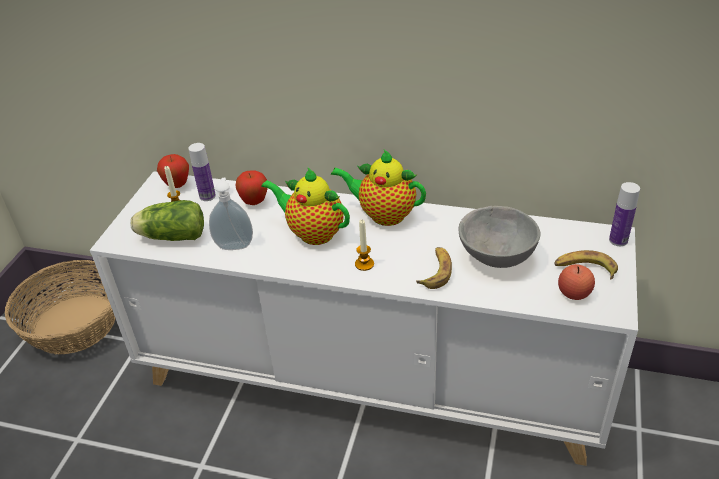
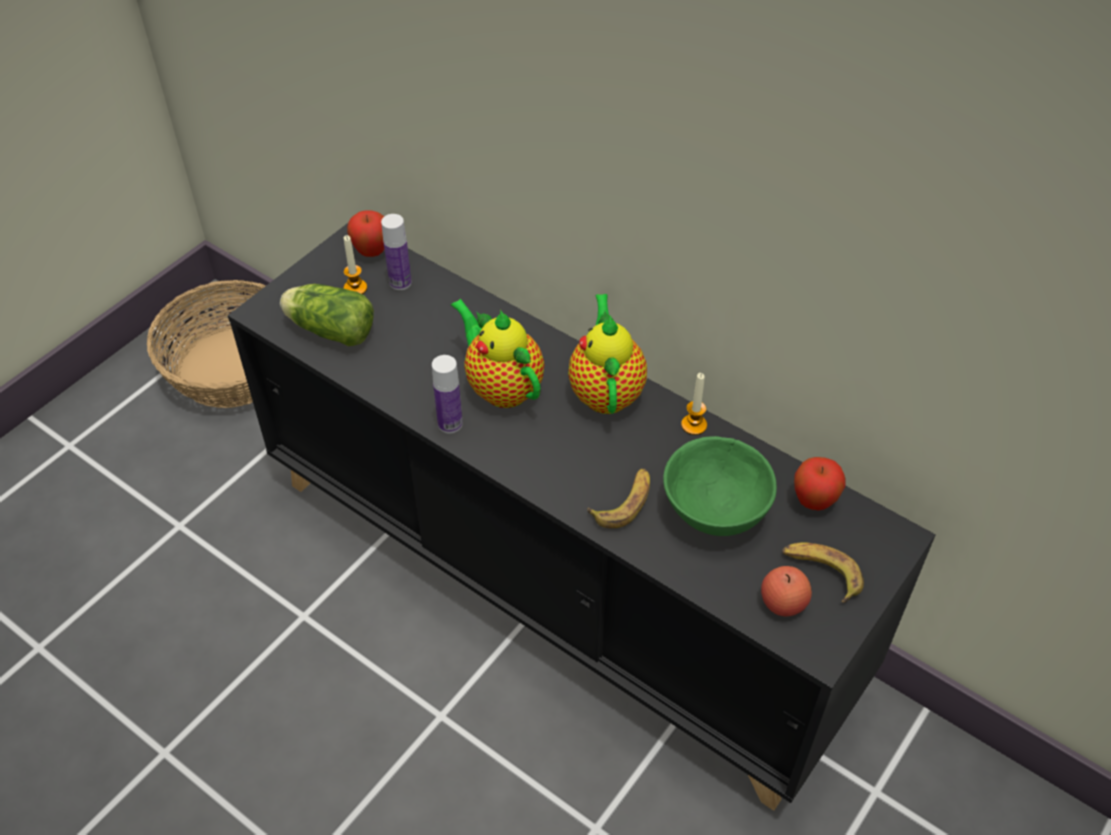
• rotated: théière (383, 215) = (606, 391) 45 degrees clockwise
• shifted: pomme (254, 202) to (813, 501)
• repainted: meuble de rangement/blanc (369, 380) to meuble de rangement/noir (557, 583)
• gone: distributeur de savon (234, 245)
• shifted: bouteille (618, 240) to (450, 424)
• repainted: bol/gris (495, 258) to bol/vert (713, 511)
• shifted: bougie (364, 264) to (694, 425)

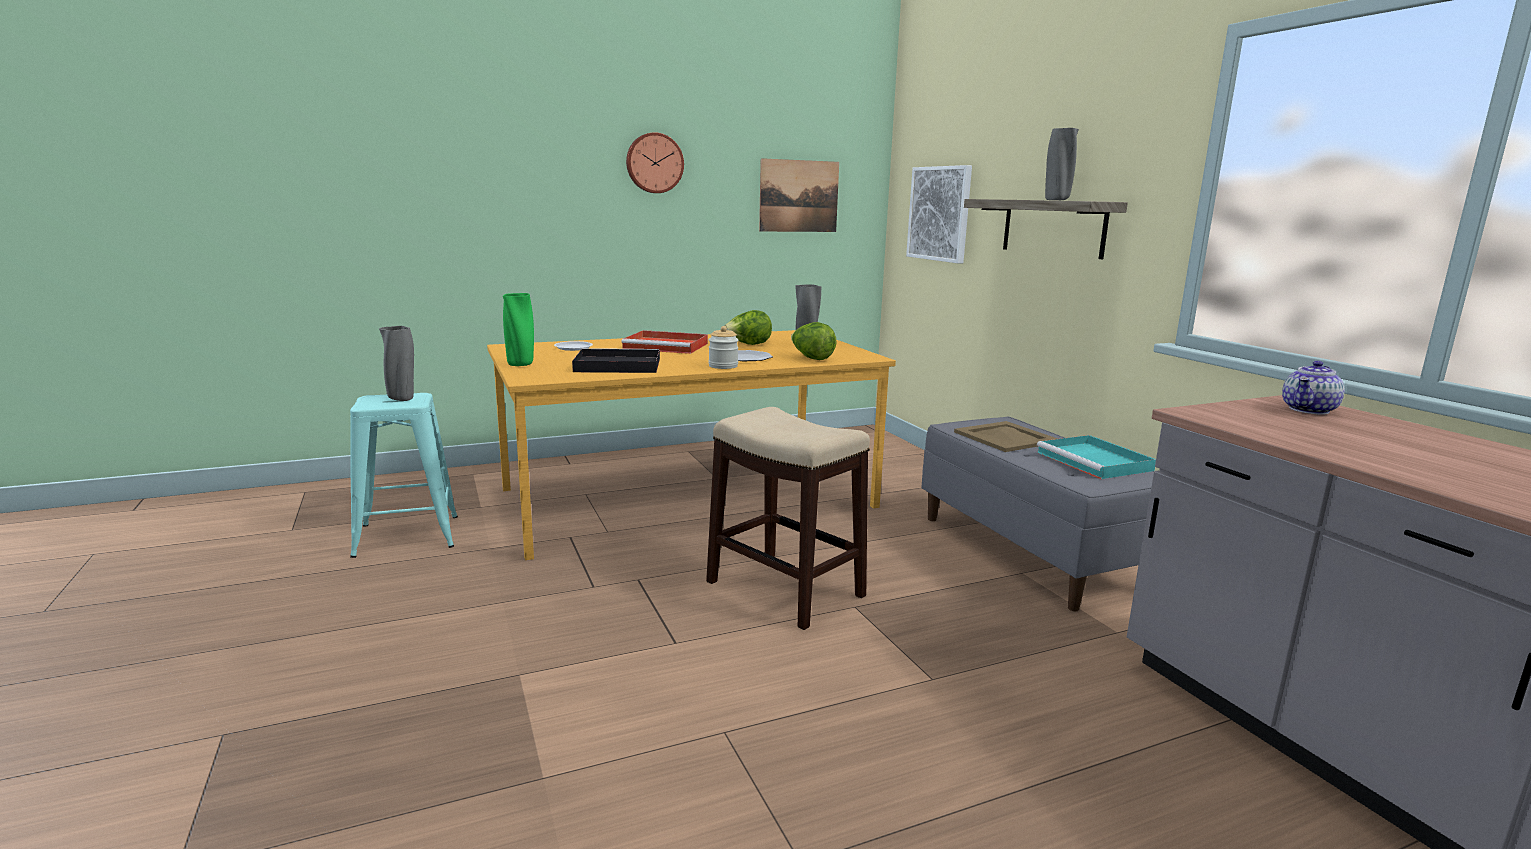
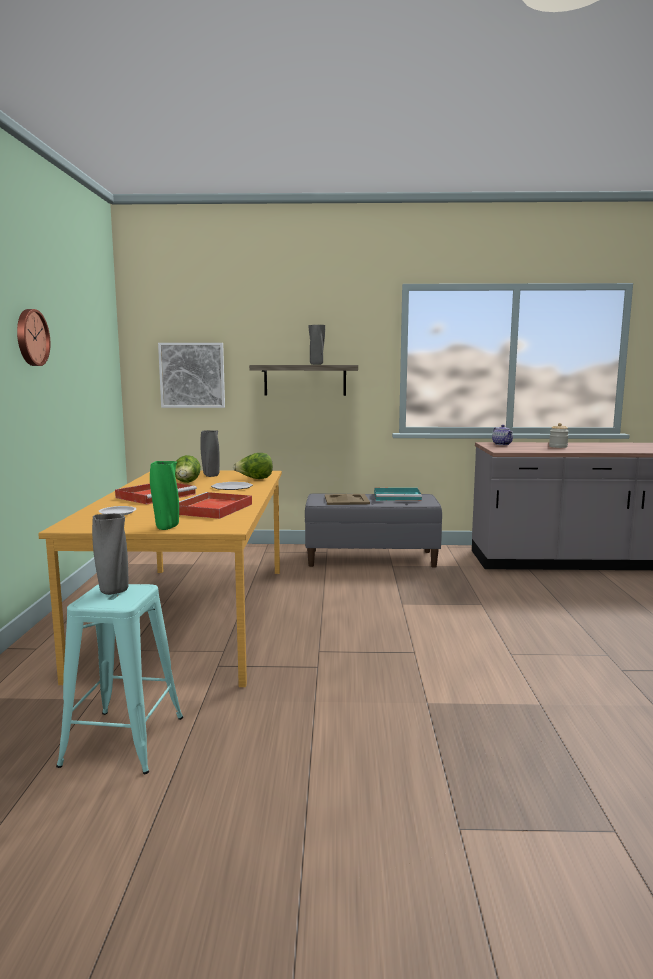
• gone: tableau (799, 196)
• shifted: bocal (723, 366) to (558, 447)
• repainted: plateau/noir (616, 365) to plateau/rouge (212, 509)
• gone: tabouret (786, 589)

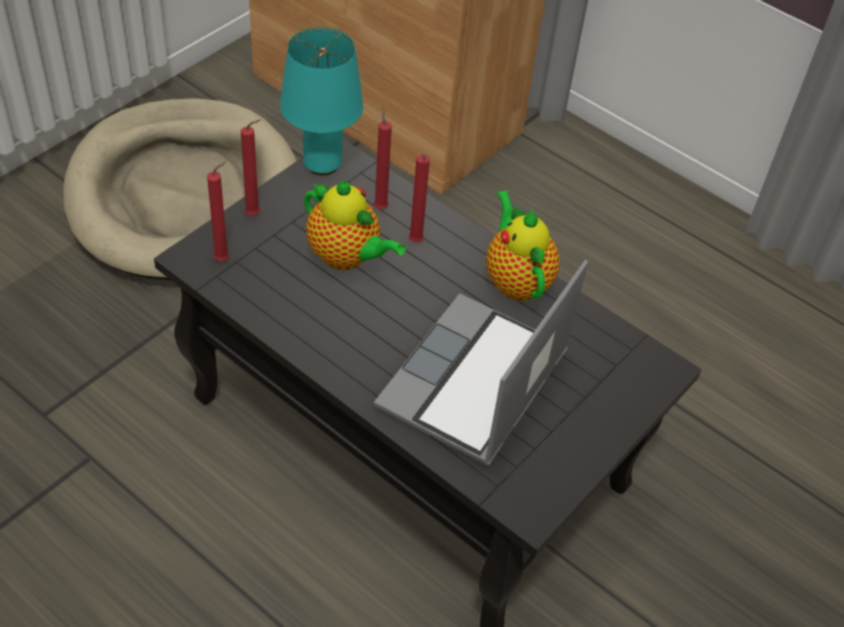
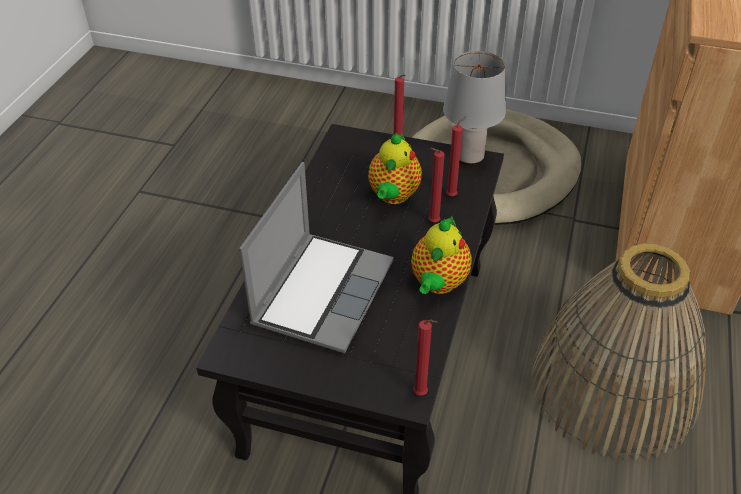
• repainted: lampe de table/turquoise (321, 165) to lampe de table/gris (468, 157)
• shifted: bougie/rouge (224, 259) to (422, 394)
• rotated: théière (516, 280) = (438, 284) 150 degrees clockwise
• rotated: ordinateur portable (474, 384) = (322, 291) 105 degrees clockwise
• new: panier (612, 388)

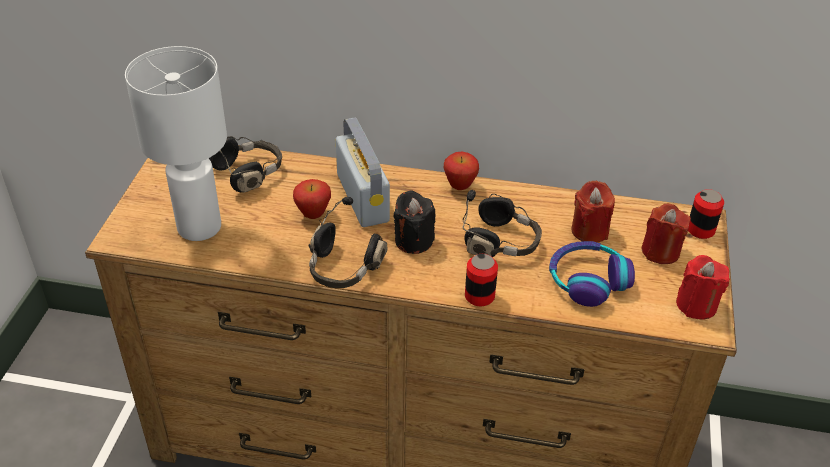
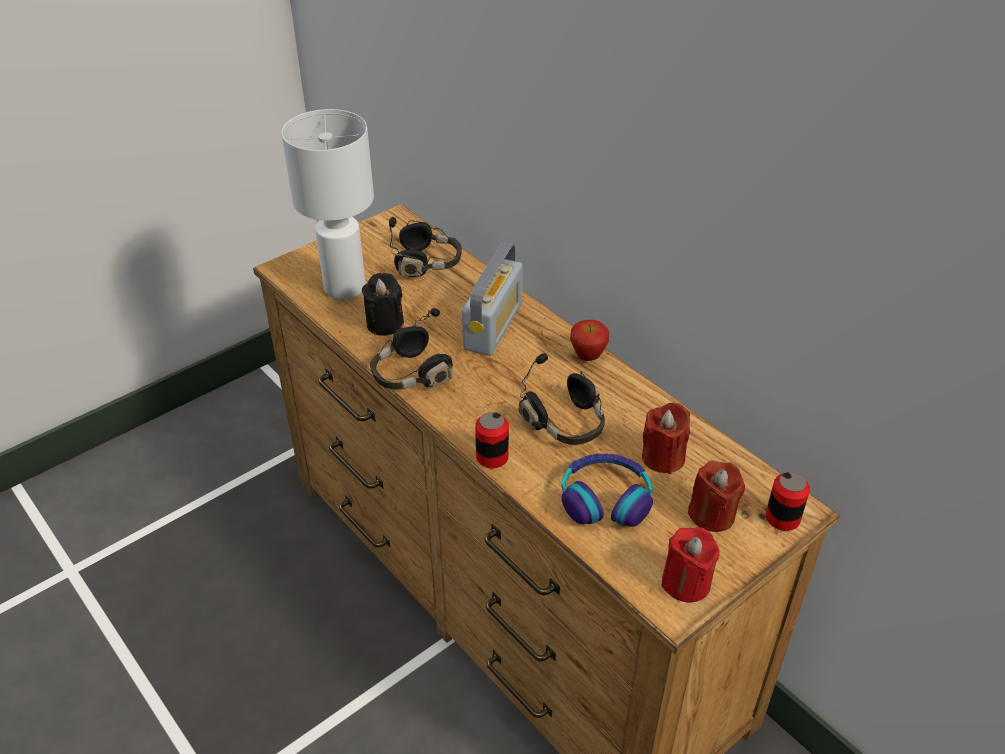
• gone: pomme (313, 215)
• shifted: bougie/noir (413, 241) to (385, 324)

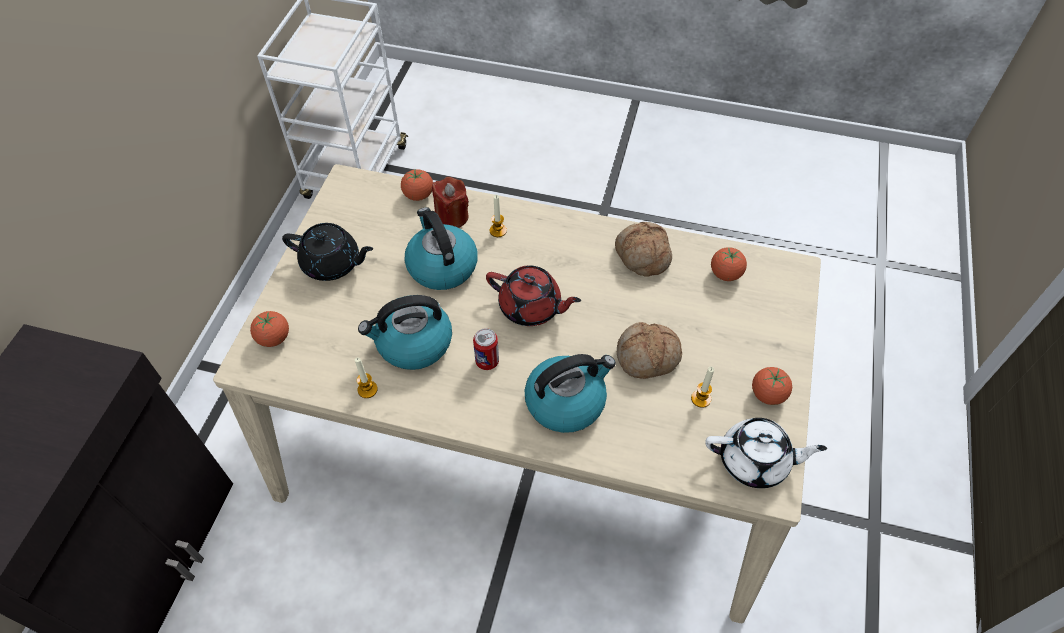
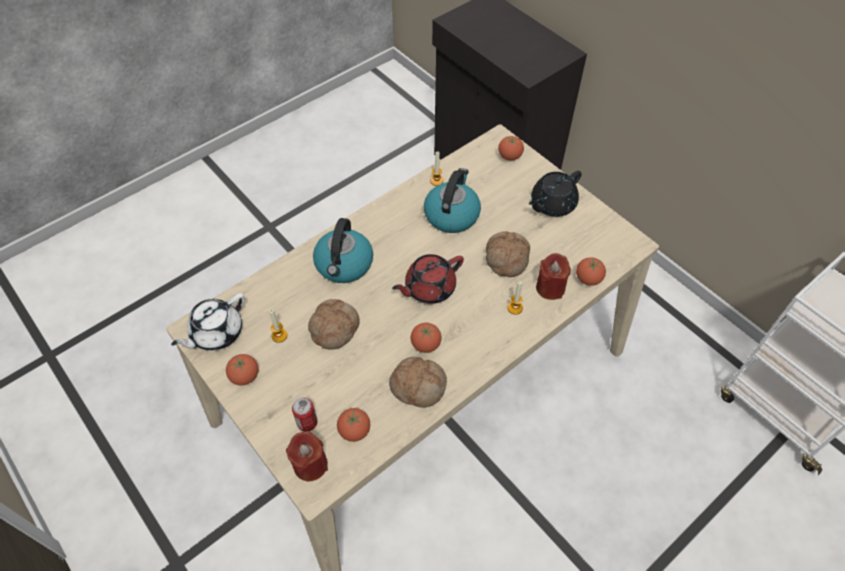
• swapped: bouilloire (441, 266) to pain (505, 258)
• shifted: boîte métallique (487, 361) to (307, 423)
• new: tomate (425, 344)
• new: bougie/rouge (310, 464)

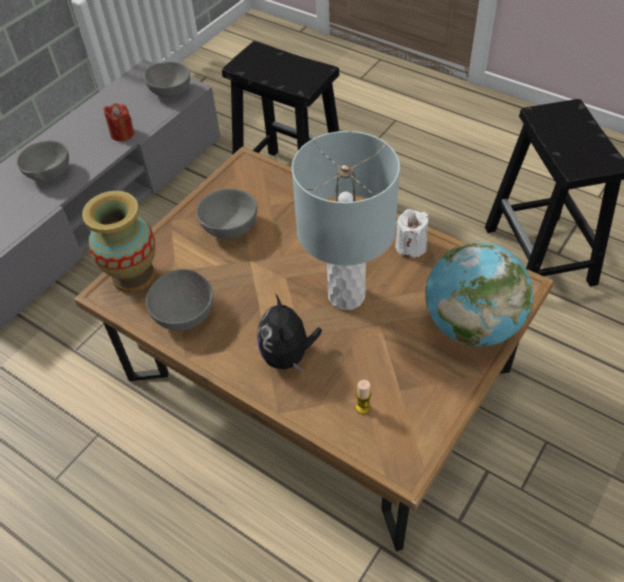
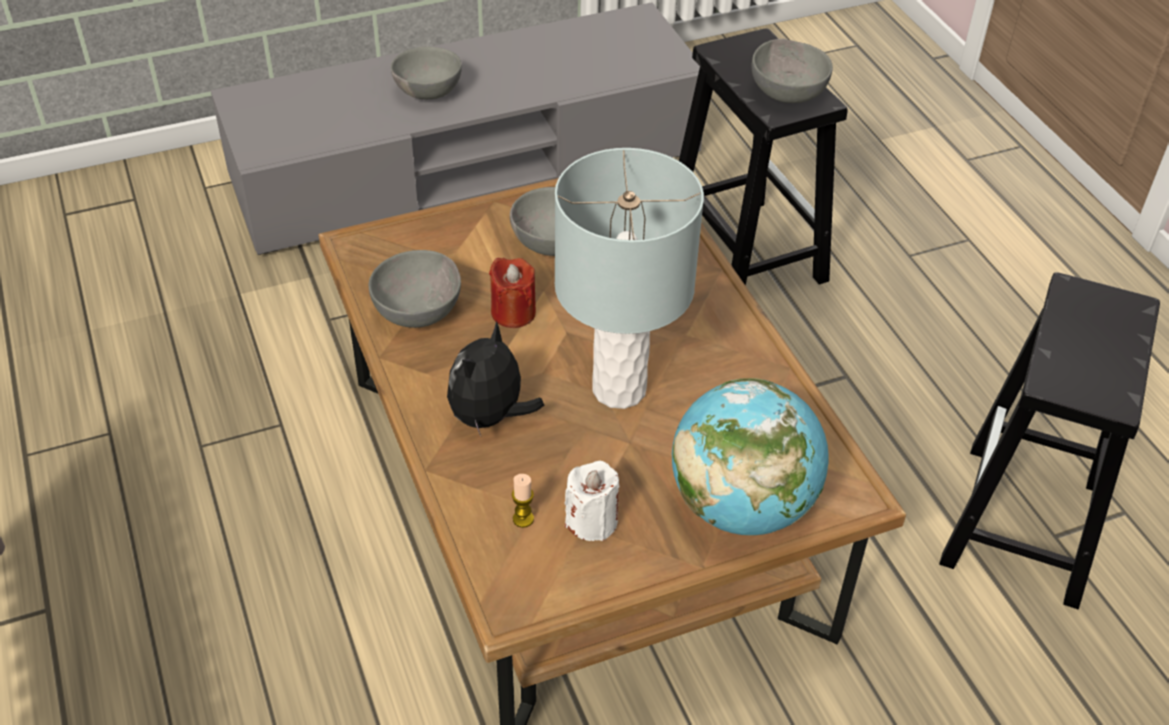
• shifted: bol/gris (170, 91) to (788, 92)
• shifted: bougie/rouge (122, 134) to (513, 312)
• gone: vase (133, 276)
• shifted: bougie/blanc (410, 246) to (592, 521)

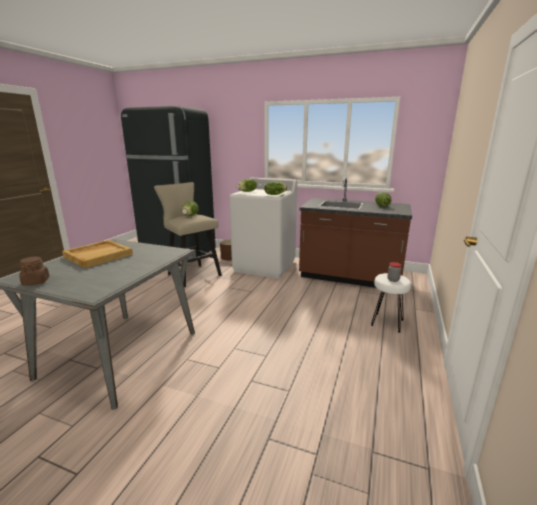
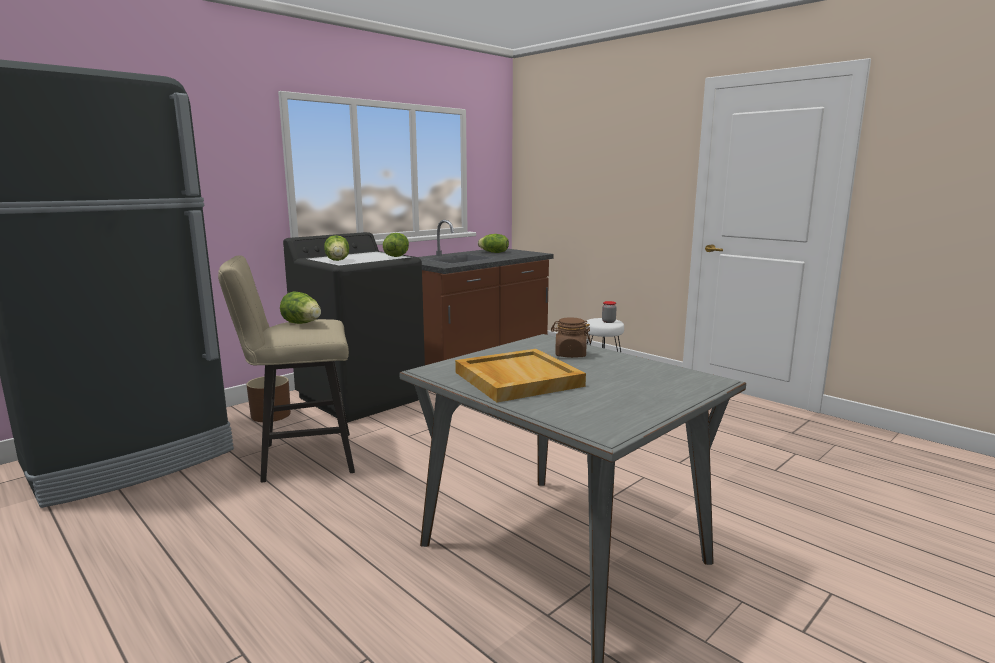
• repainted: lave-linge/blanc (265, 266) to lave-linge/noir (362, 397)
• shifted: bocal/marron (36, 282) to (570, 355)

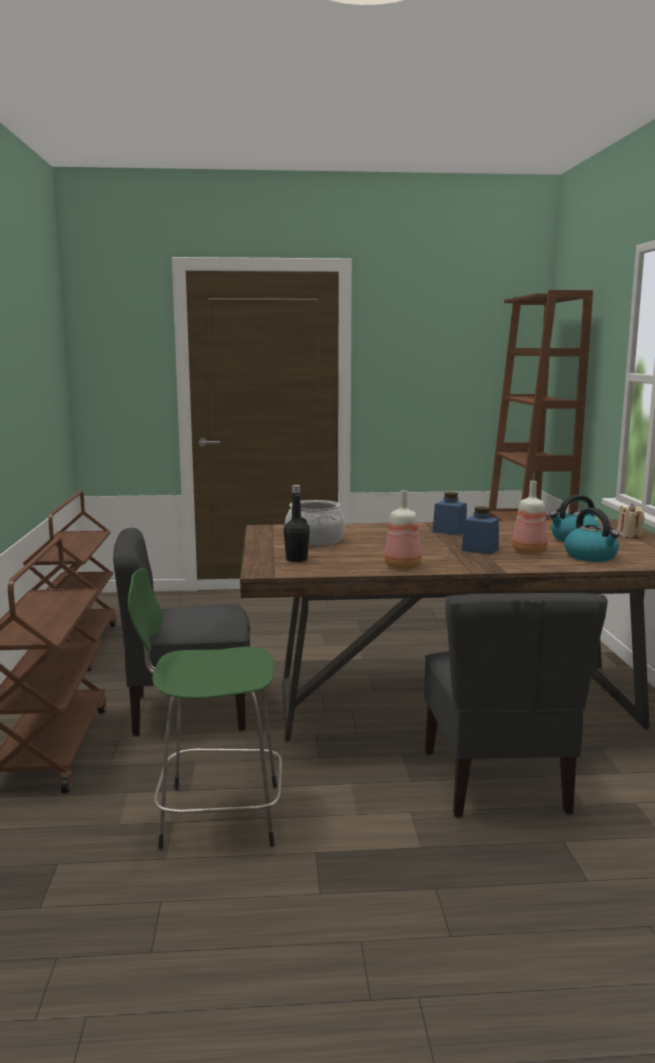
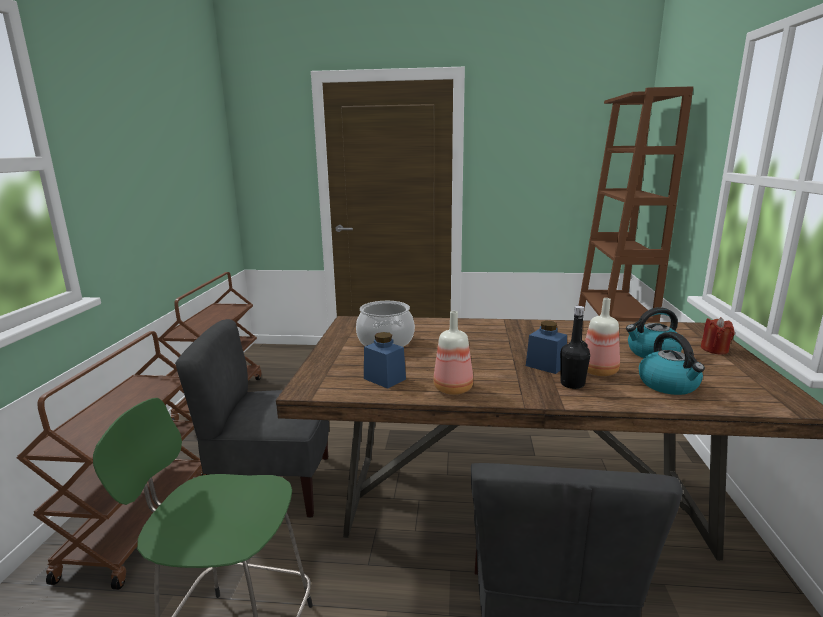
• shifted: bouteille/noir (296, 559) to (572, 384)
• shifted: bocal/bleu (449, 531) to (384, 379)
• repainted: bougie/beige (629, 535) to bougie/rouge (714, 350)

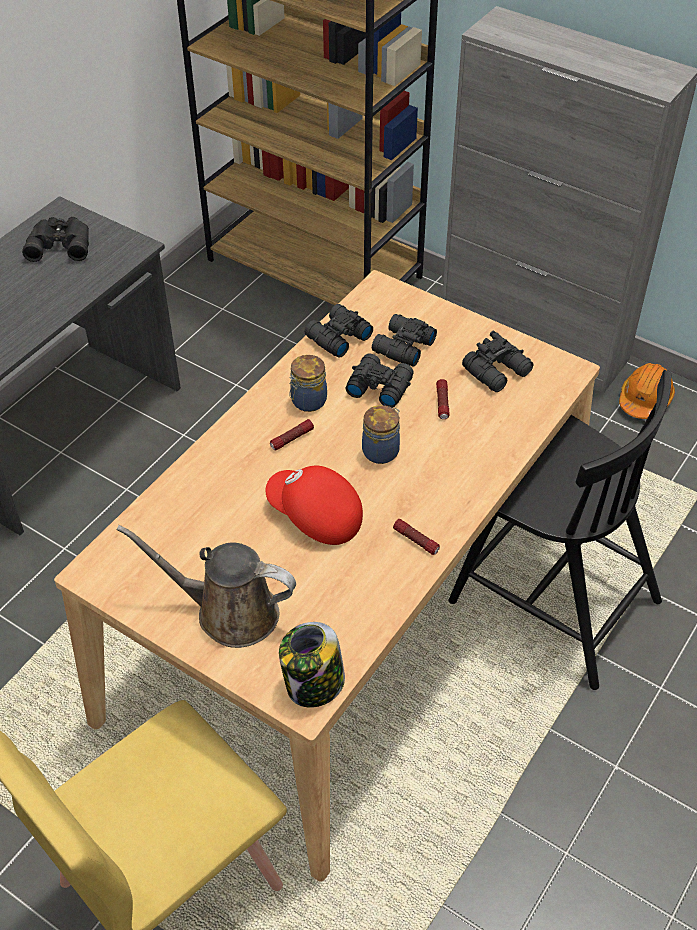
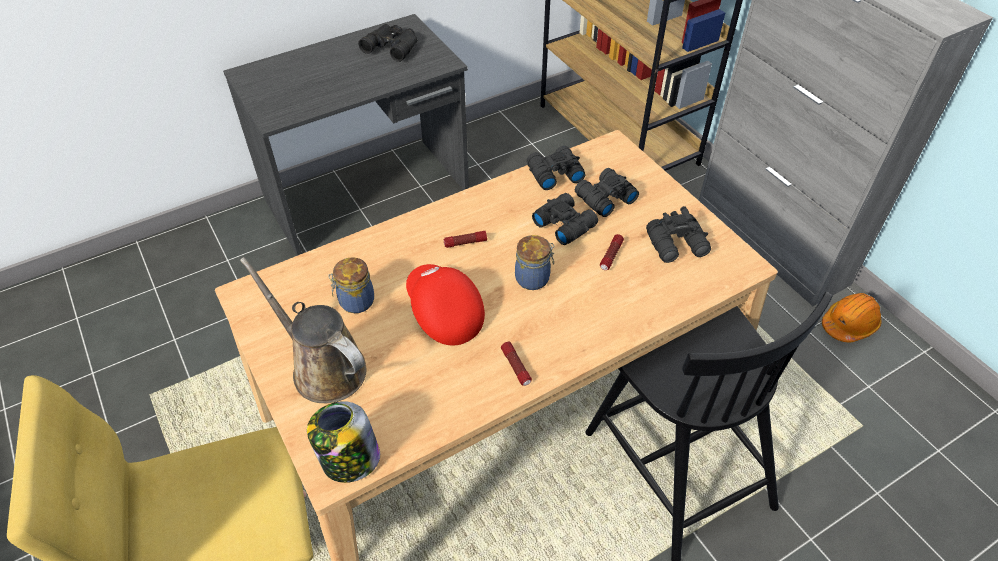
• shifted: bocal (307, 401) to (355, 302)

